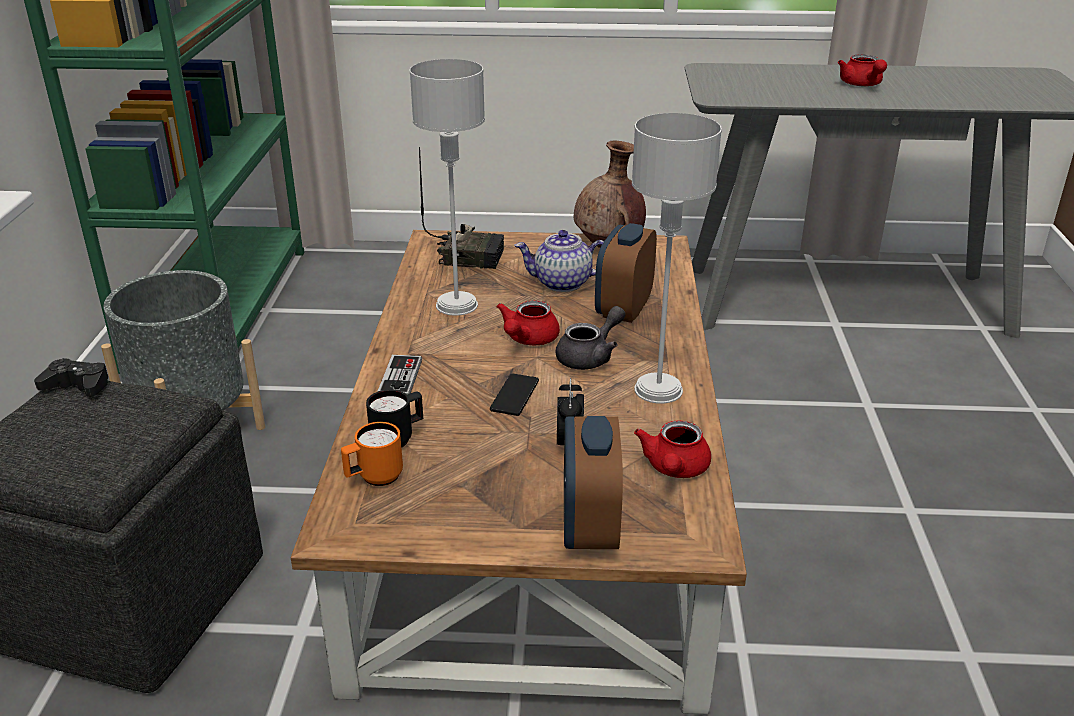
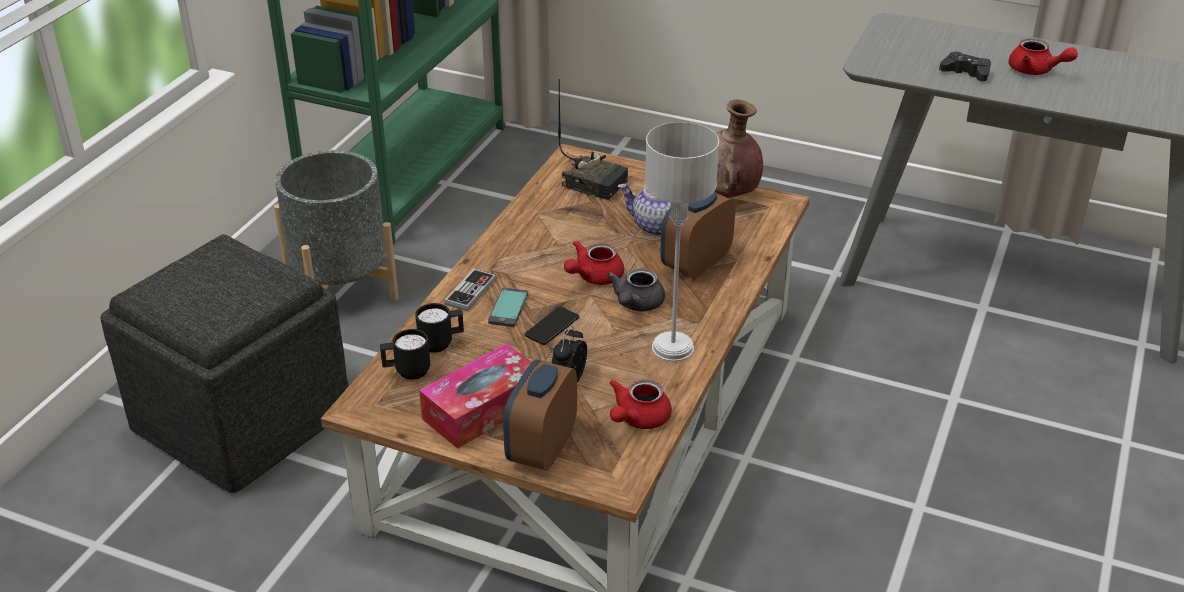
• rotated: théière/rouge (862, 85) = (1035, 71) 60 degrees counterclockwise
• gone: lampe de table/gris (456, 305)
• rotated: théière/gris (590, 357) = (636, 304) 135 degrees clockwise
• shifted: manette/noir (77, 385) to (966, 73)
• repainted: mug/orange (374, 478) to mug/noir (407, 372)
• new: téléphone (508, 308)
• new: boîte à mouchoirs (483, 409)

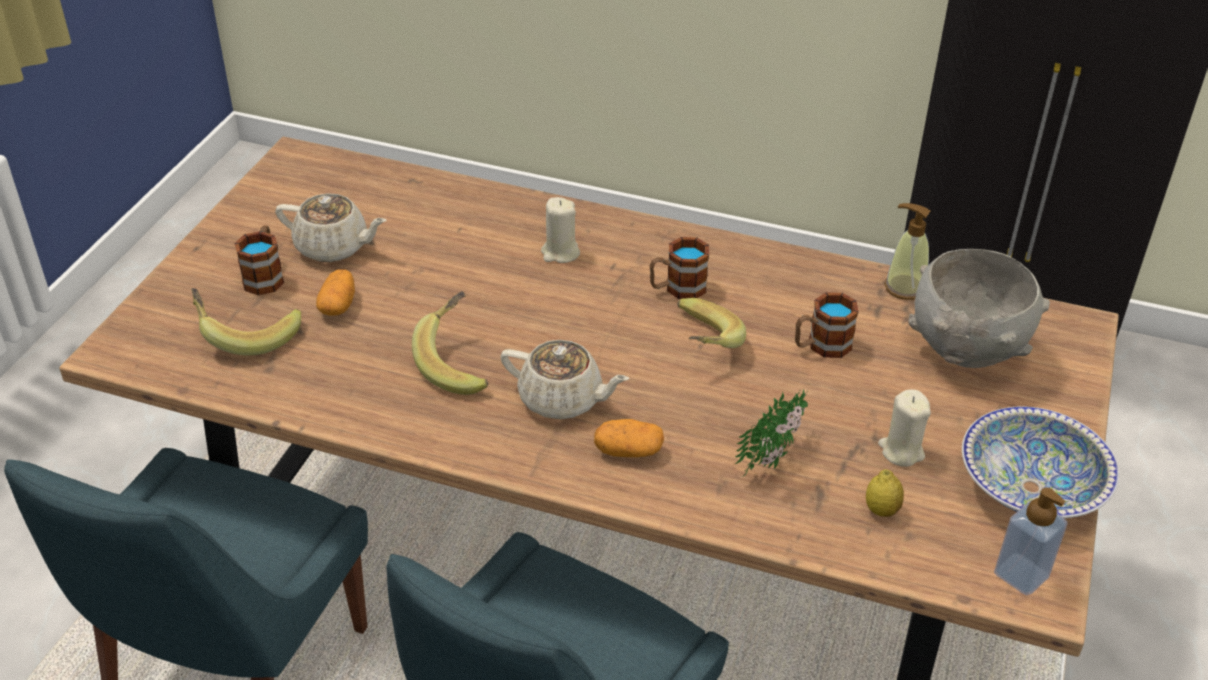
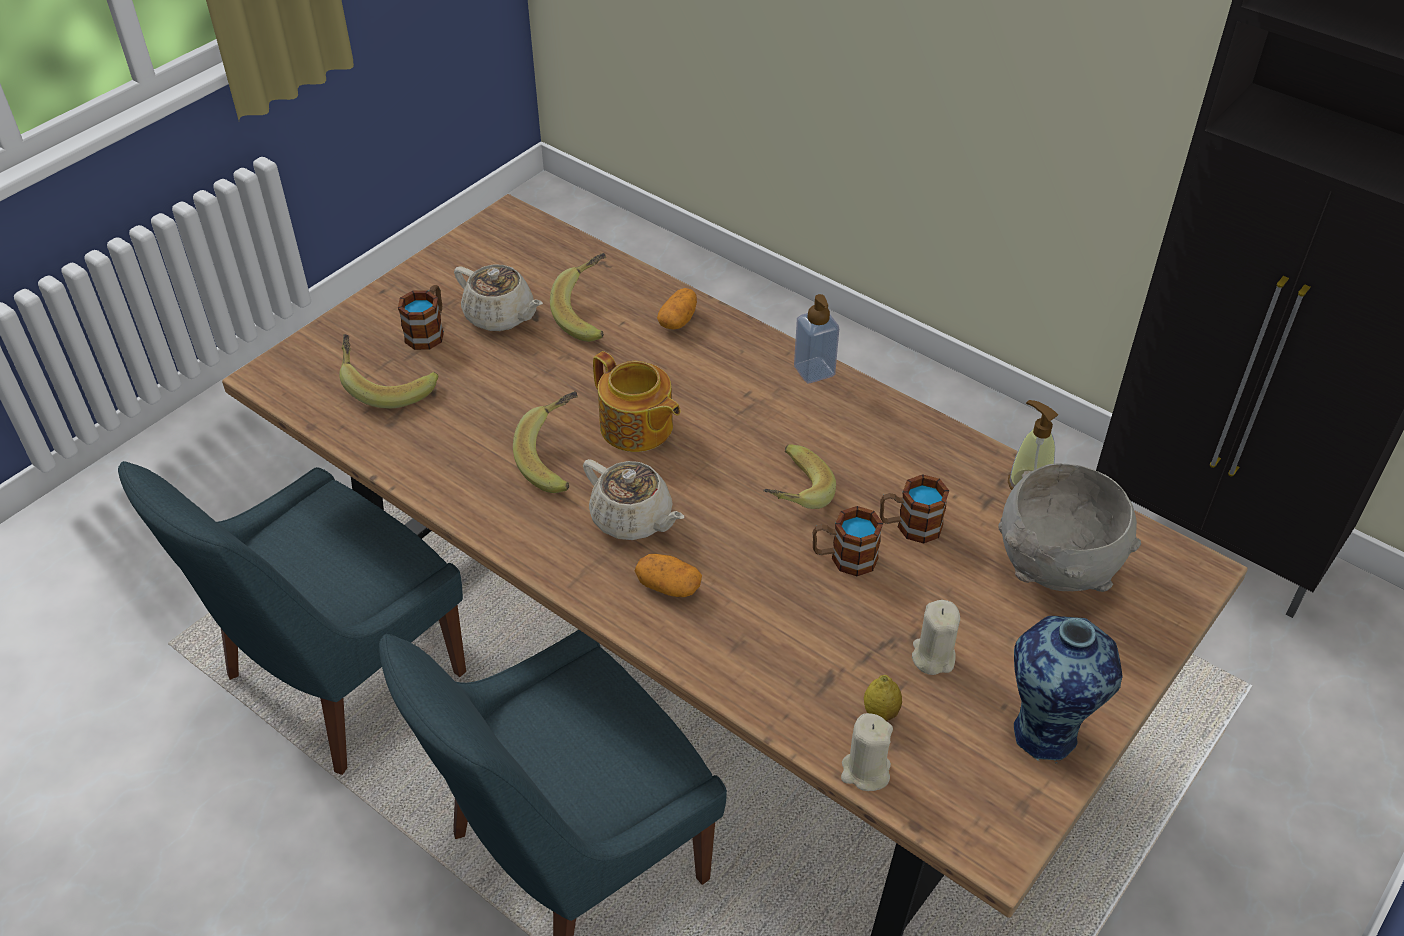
• shifted: bougie/beige (560, 253) to (865, 771)
• shifted: mug (677, 288) to (844, 558)
• shifted: pomme de terre (338, 305) to (678, 320)
• gone: plante en pot (775, 458)
• swapped: bol (1031, 487) to vase (1047, 731)
• shifted: distributeur de savon (1021, 575) to (814, 371)
• new: banane (590, 314)
• new: théière (637, 428)

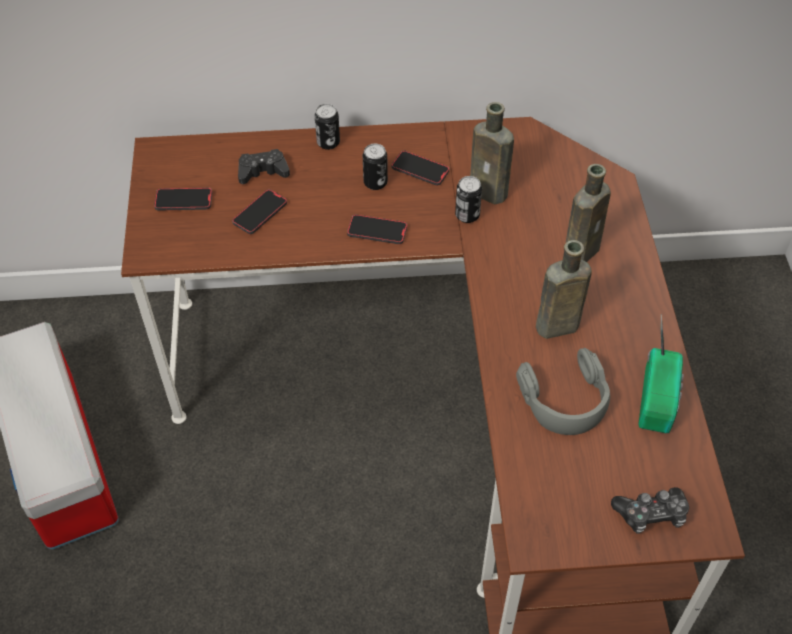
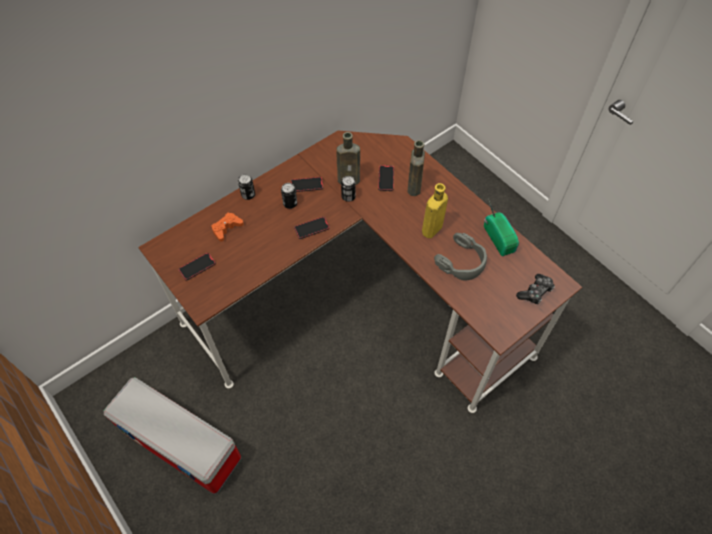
• repainted: manette/noir (263, 171) to manette/orange (227, 228)
• shifted: téléphone (260, 213) to (386, 179)
• repainted: bouteille/marron (554, 327) to bouteille/jaune (431, 230)

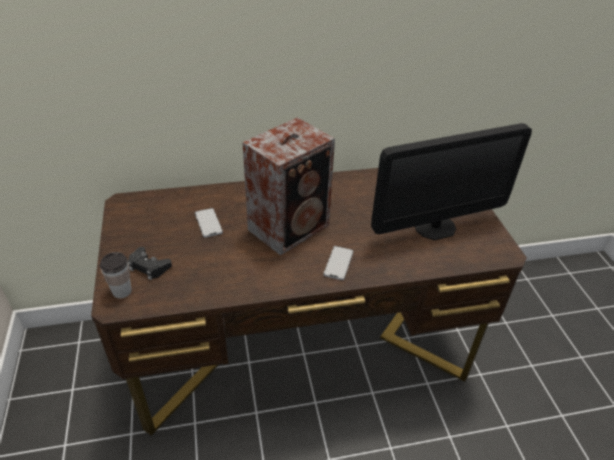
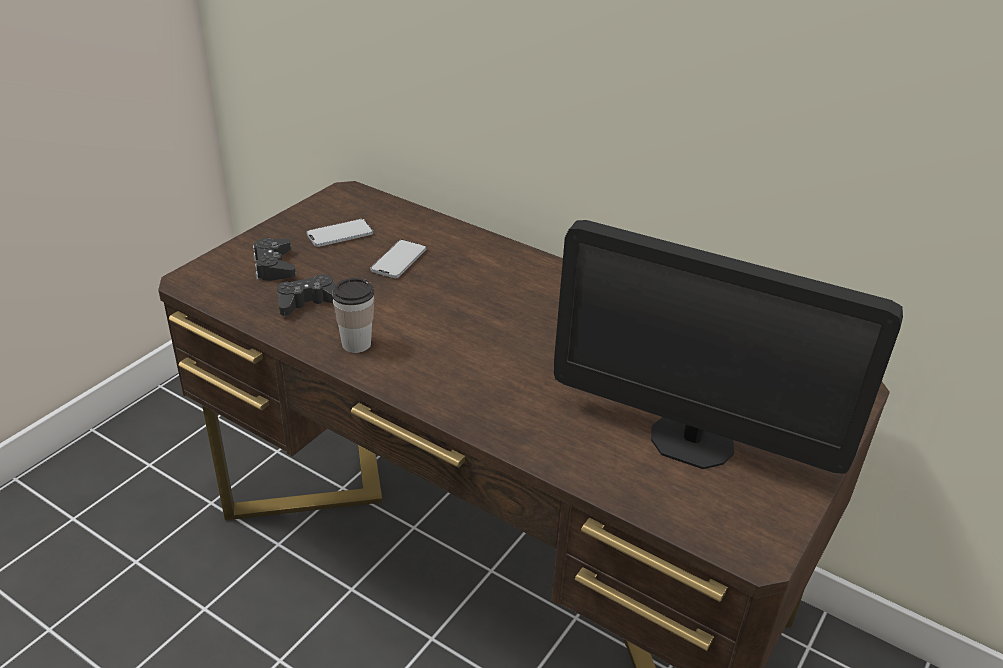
• gone: enceinte (291, 227)
• shifted: téléphone (338, 263) to (340, 234)
• shifted: tasse (122, 291) to (356, 344)
• new: manette/noir (308, 302)

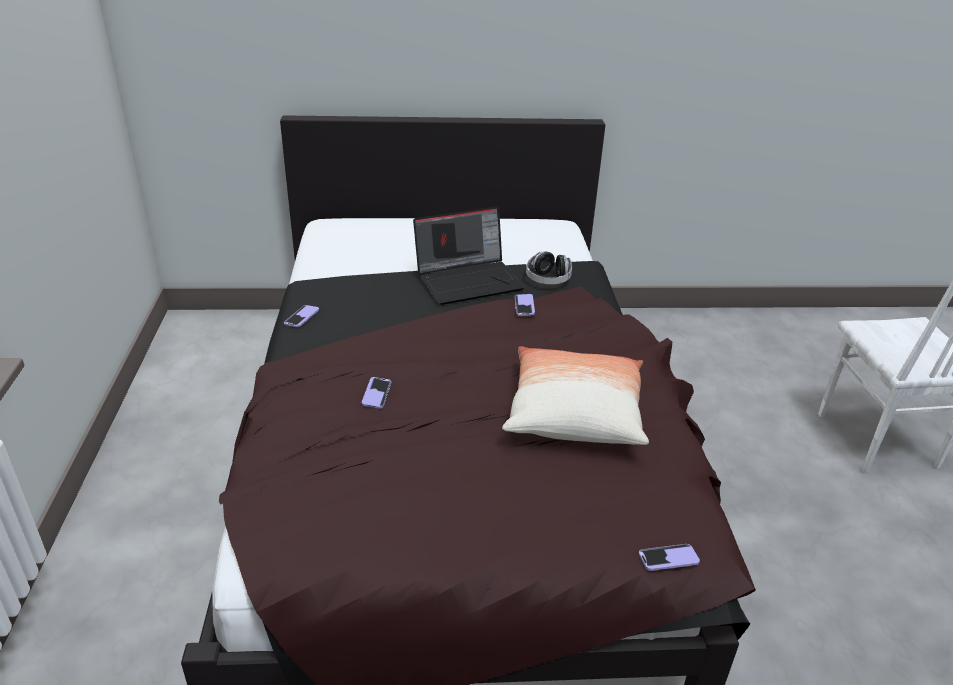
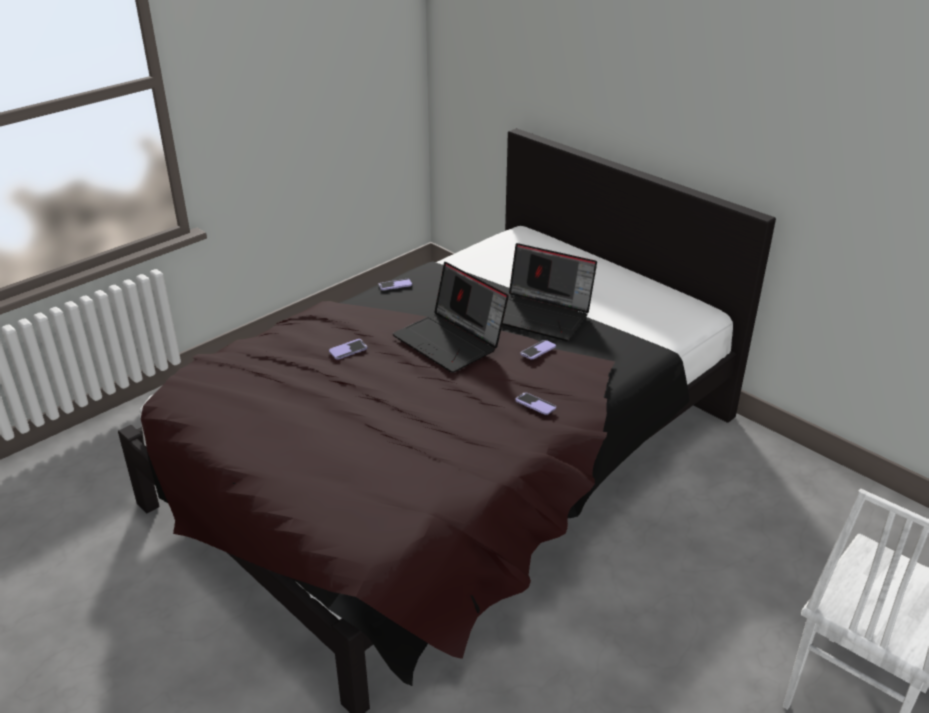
• gone: casque audio (548, 280)
• gone: coussin (574, 413)
• shifted: téléphone (668, 558) to (535, 405)
• new: ordinateur portable (451, 341)

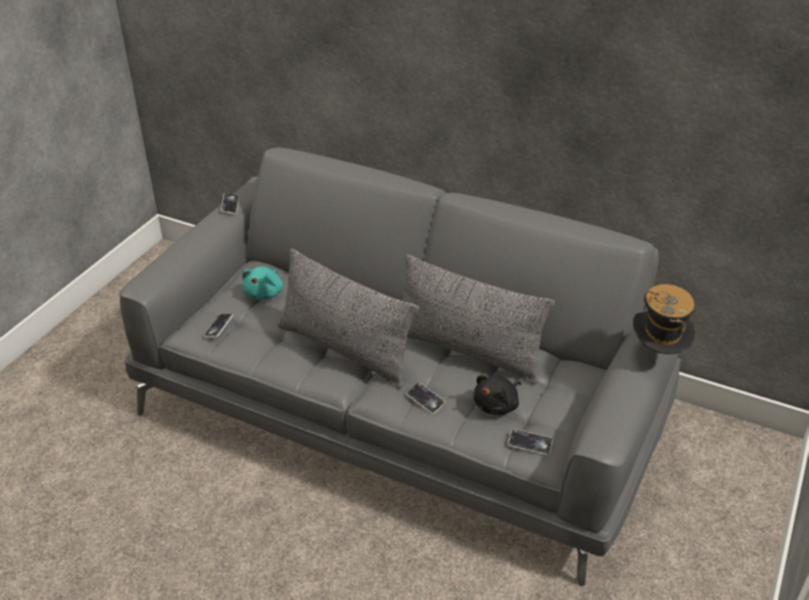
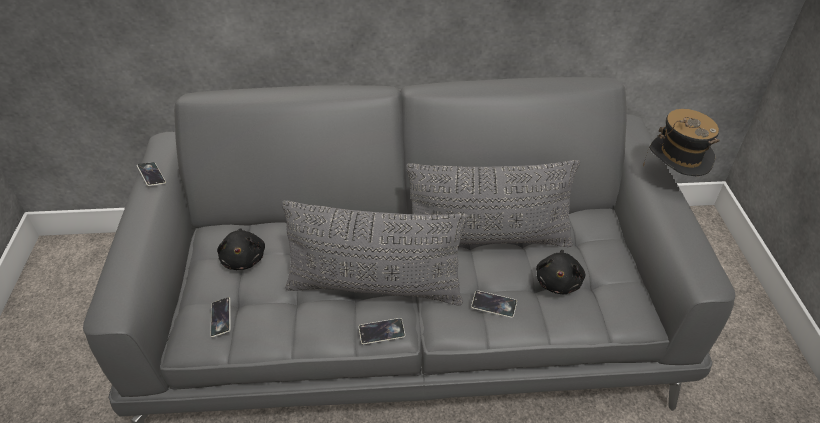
• repainted: peluche/turquoise (265, 293) to peluche/noir (244, 258)
• shifted: téléphone (530, 444) to (382, 333)

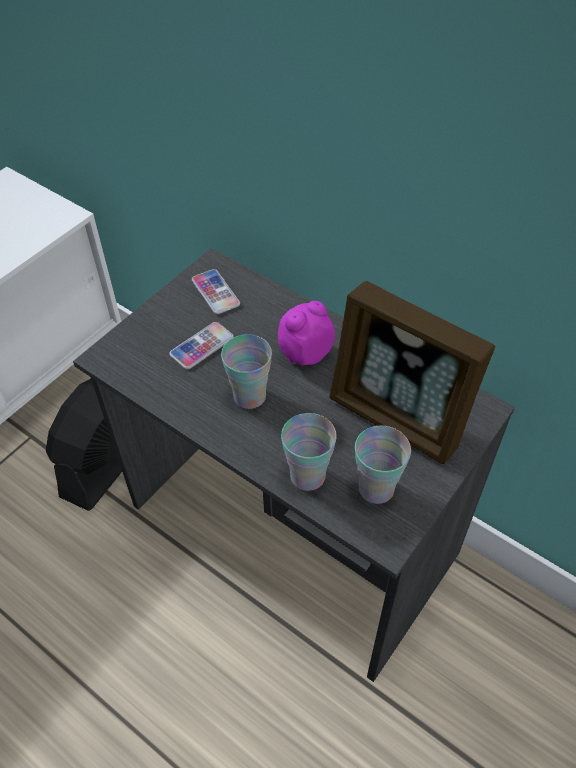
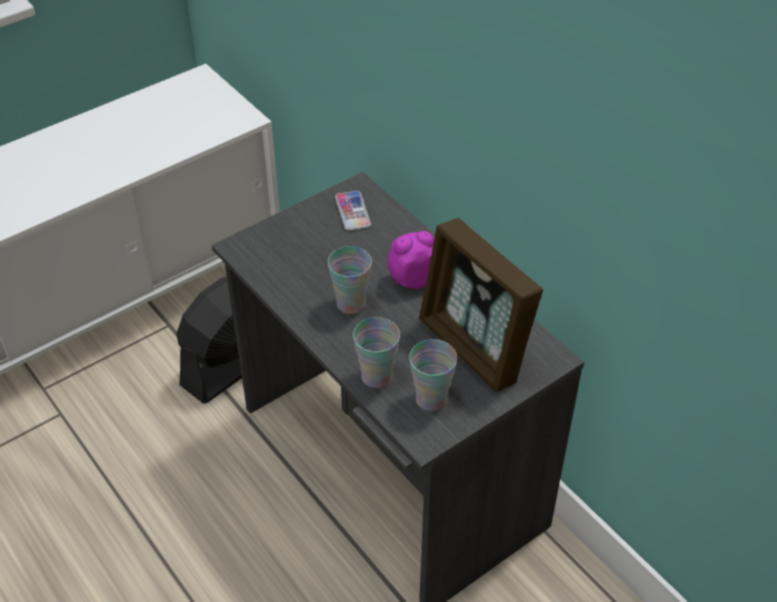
• gone: téléphone (202, 346)

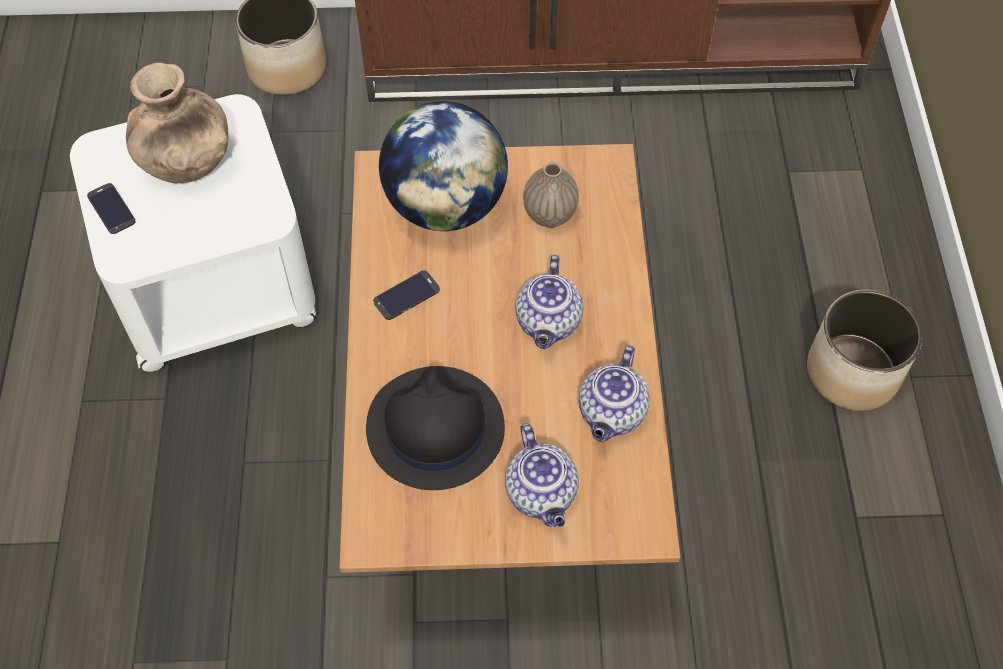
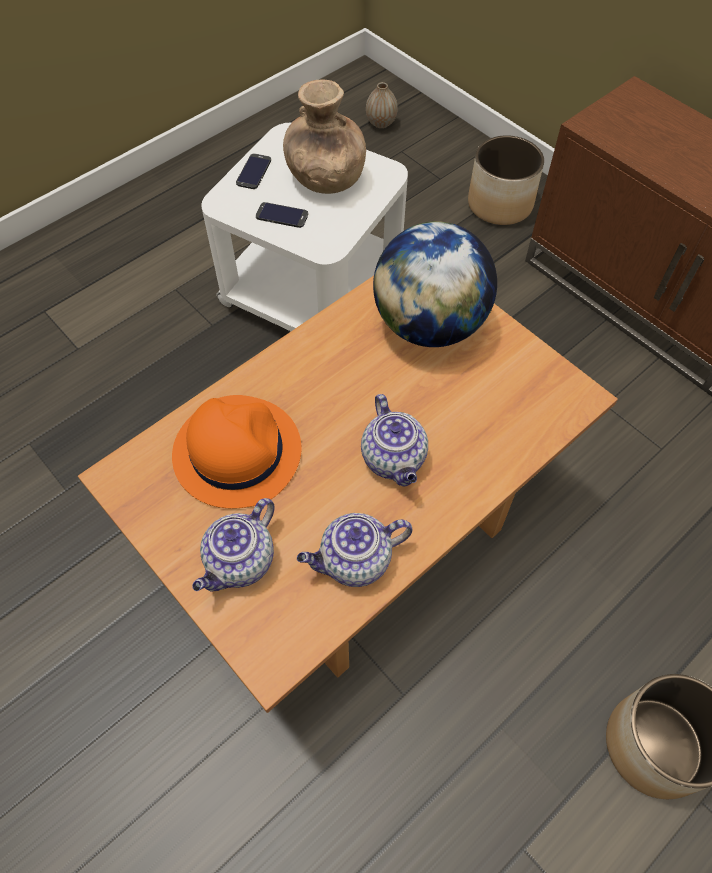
• shifted: vase (550, 215) to (381, 123)
• rotated: théière (549, 323) = (394, 459) 75 degrees counterclockwise
• shifted: téléphone (406, 295) to (282, 215)
• repainted: chapeau/noir (434, 428) to chapeau/orange (236, 451)

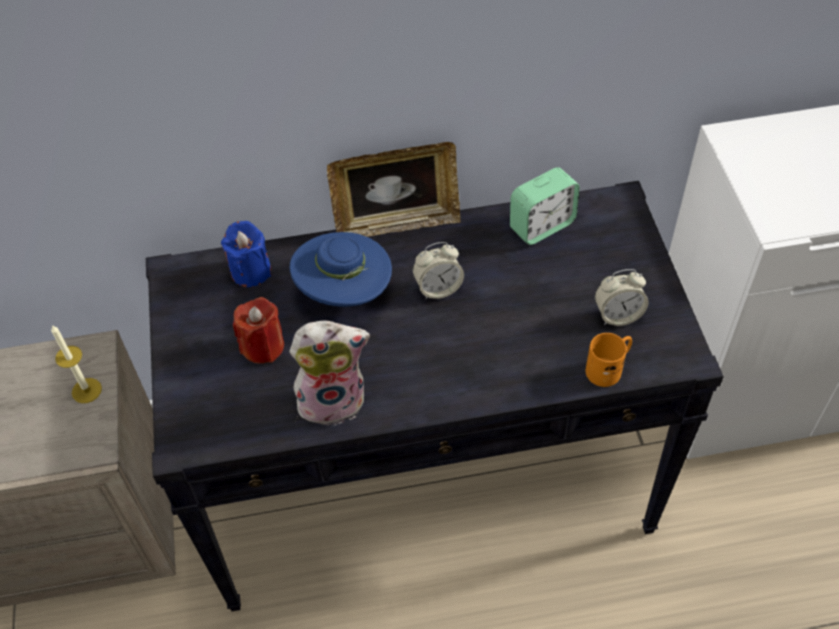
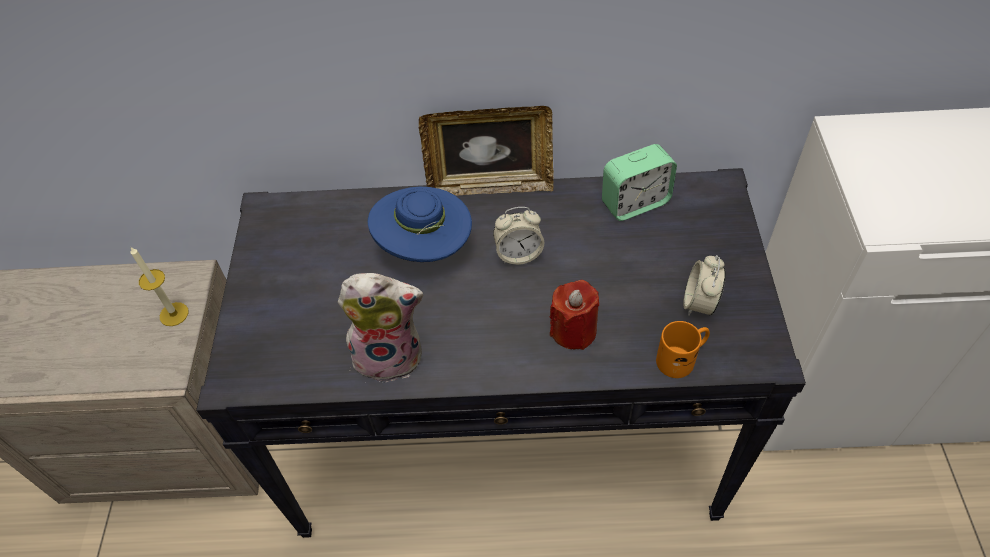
• gone: bougie/bleu (250, 271)
• rotated: réveil (617, 315) = (699, 303) 105 degrees clockwise
• shifted: bougie/rouge (263, 346) to (573, 330)

